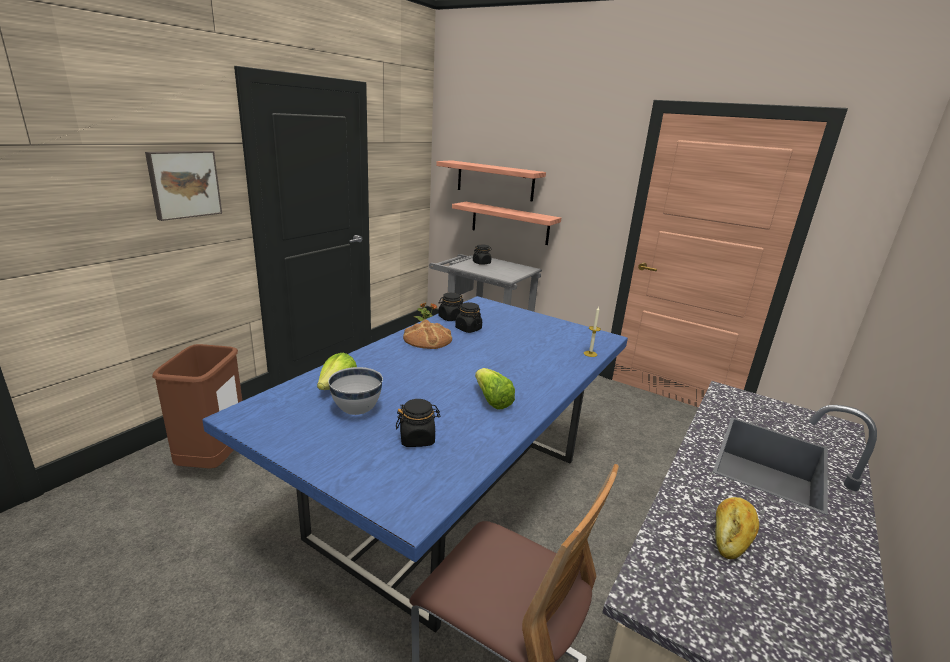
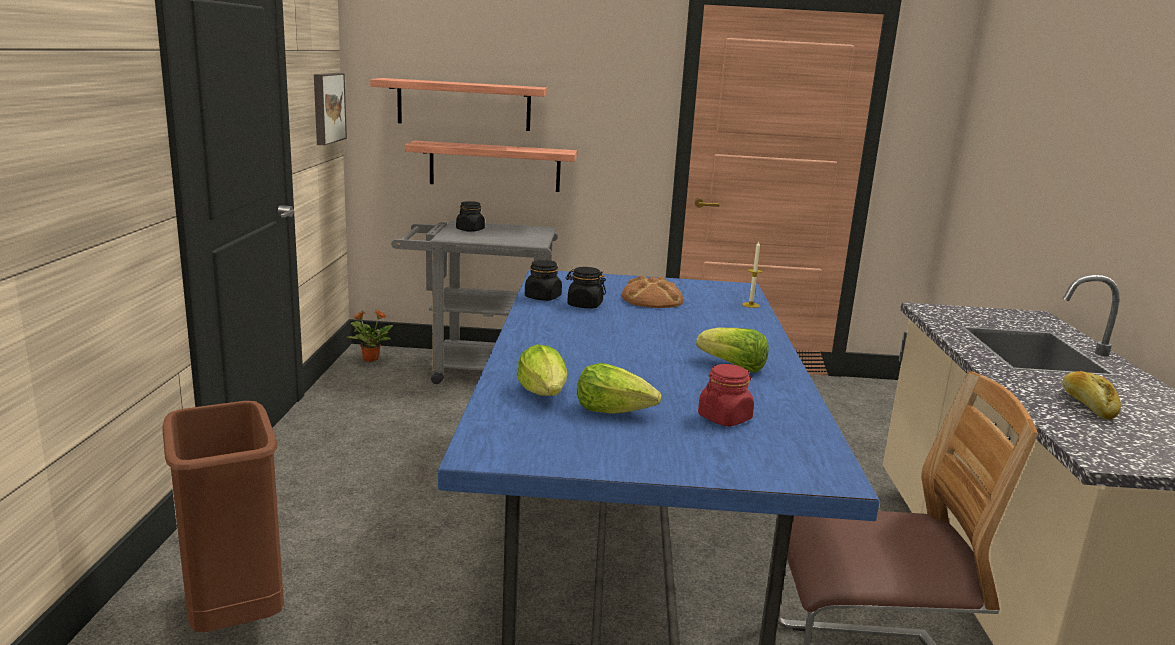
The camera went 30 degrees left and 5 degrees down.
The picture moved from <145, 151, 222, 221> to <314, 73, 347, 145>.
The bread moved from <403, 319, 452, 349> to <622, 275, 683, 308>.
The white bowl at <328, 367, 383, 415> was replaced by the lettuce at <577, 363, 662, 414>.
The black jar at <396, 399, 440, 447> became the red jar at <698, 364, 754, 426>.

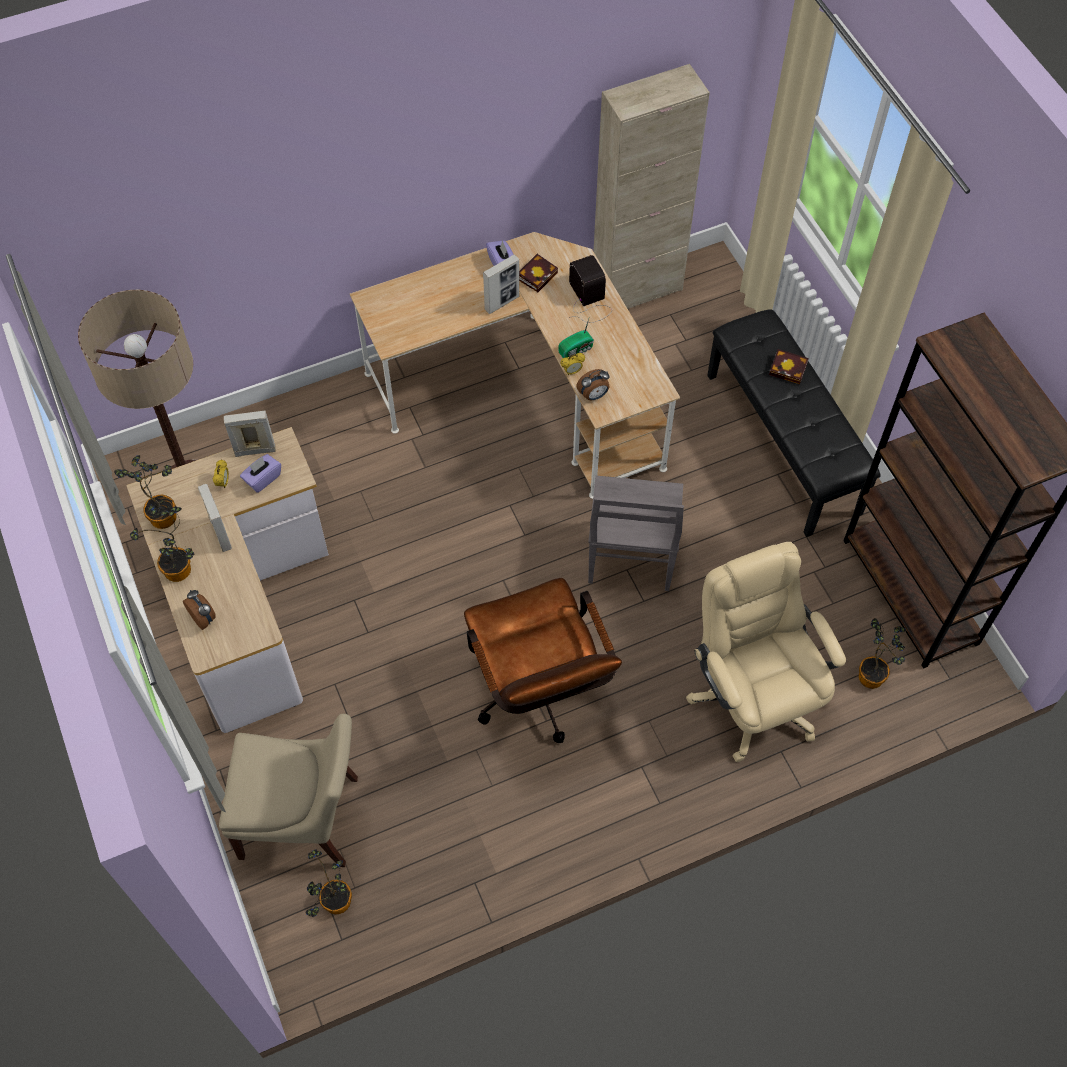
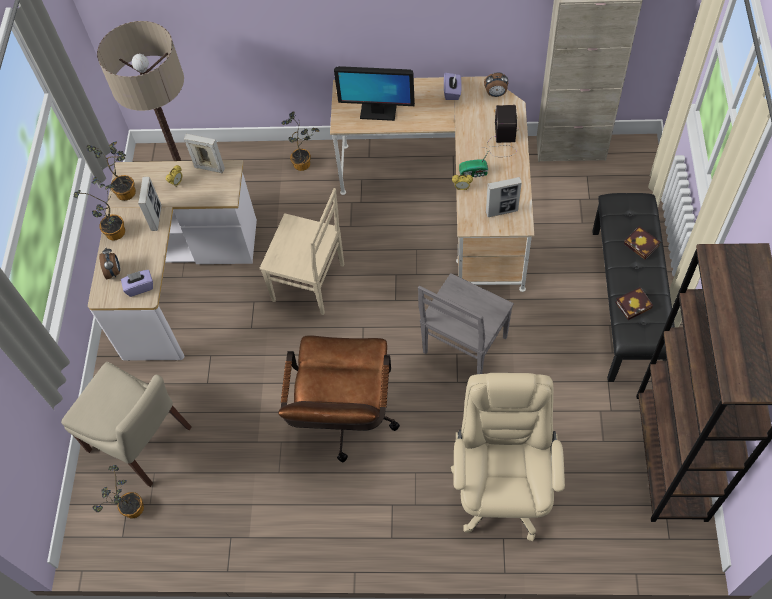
The camera went 30 degrees right and 0 degrees up.
The picture frame moved from <483, 254, 519, 314> to <486, 177, 522, 217>.
The book moved from <519, 254, 558, 292> to <615, 287, 653, 320>.
The alarm clock moved from <576, 369, 609, 400> to <484, 72, 508, 97>.
The purple tissue box moved from <240, 454, 281, 493> to <121, 270, 153, 297>.
The potted plant moved from <859, 618, 906, 689> to <281, 111, 319, 171>.
The monitor at <334, 66, 415, 121> appeared.
The beige chair at <260, 188, 344, 315> appeared.

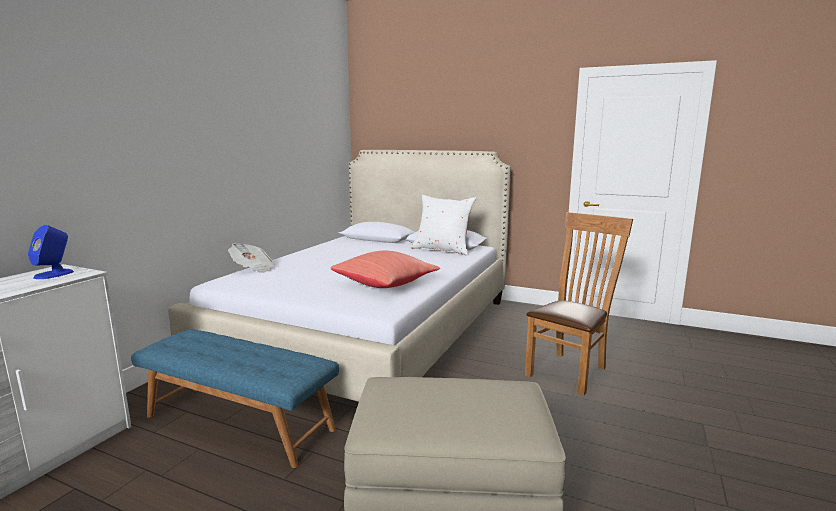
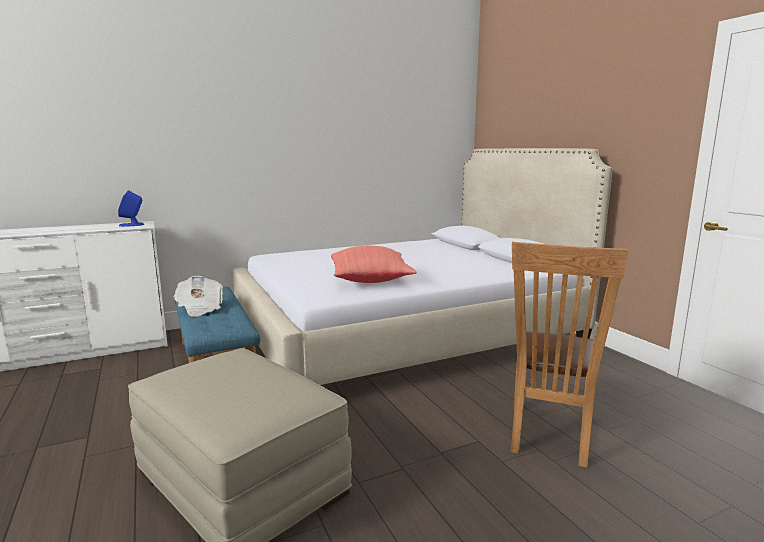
The camera went 40 degrees right and 0 degrees up.
The white pillow at <411, 194, 477, 256> disappeared.
The brown chair at <525, 212, 633, 396> turned 120 degrees clockwise.
The newspaper moved from <228, 243, 274, 273> to <173, 276, 223, 317>.

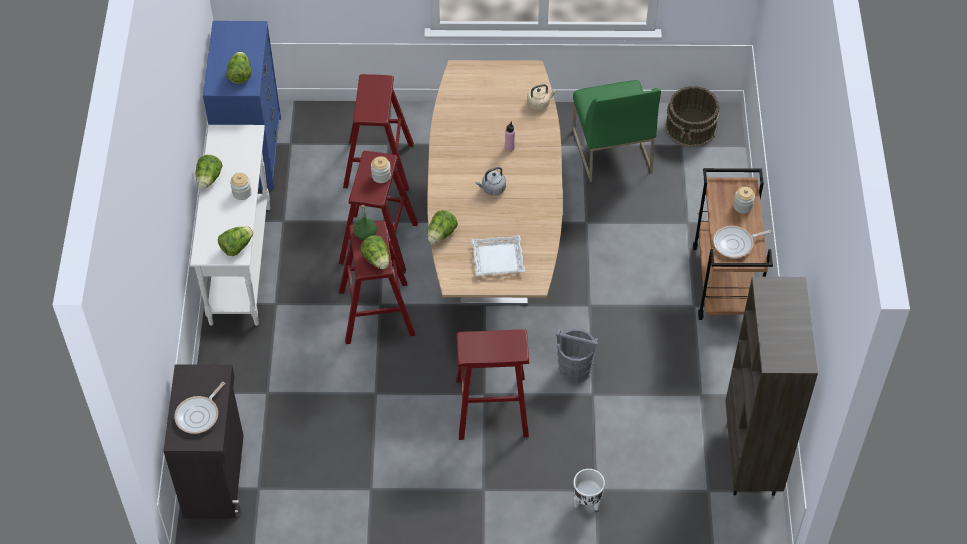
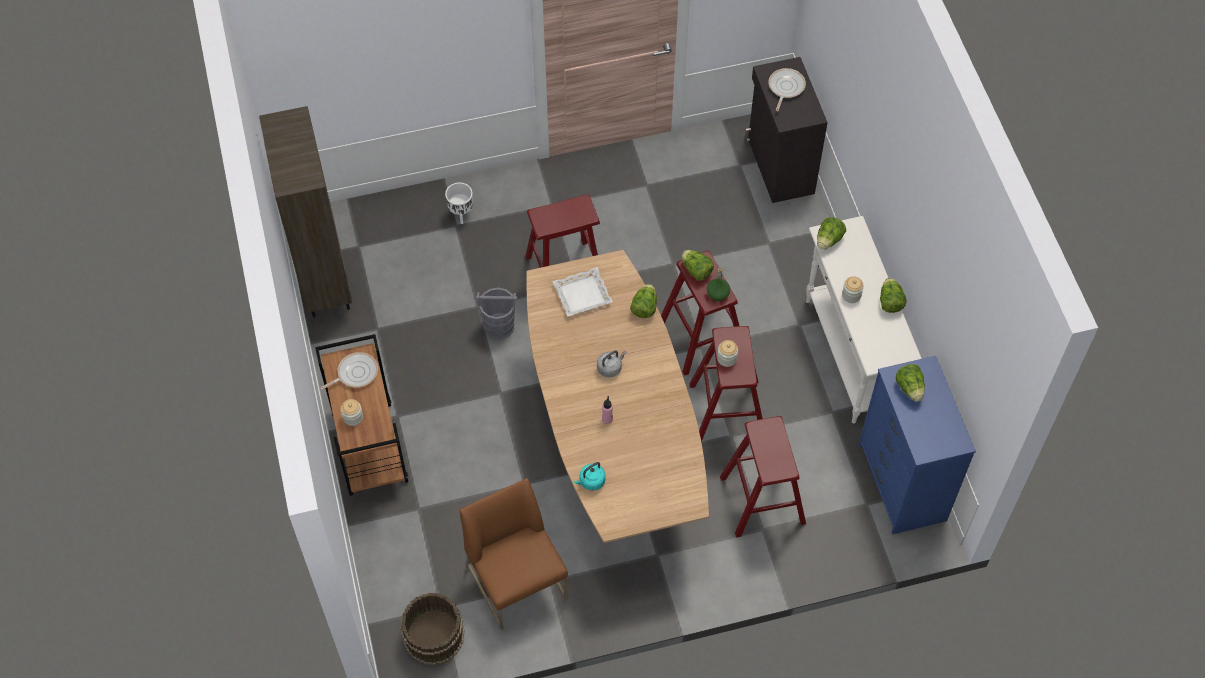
The camera went 165 degrees right and 5 degrees up.
The green chair at <572, 80, 661, 182> became the brown chair at <459, 478, 568, 630>.
The beige kettle at <527, 84, 557, 110> became the turquoise kettle at <574, 462, 606, 491>.

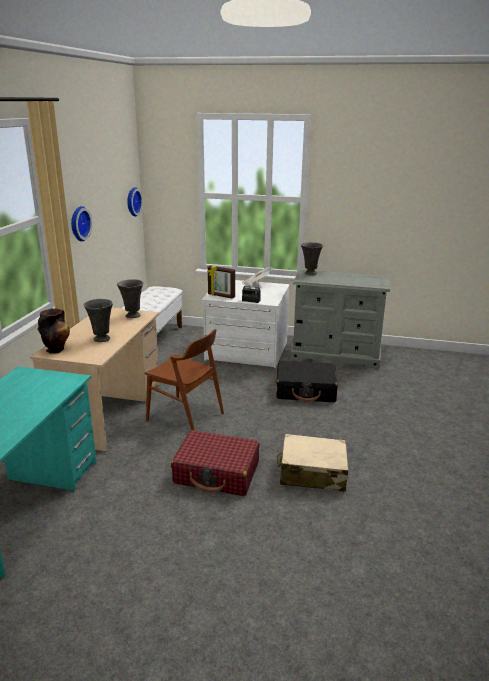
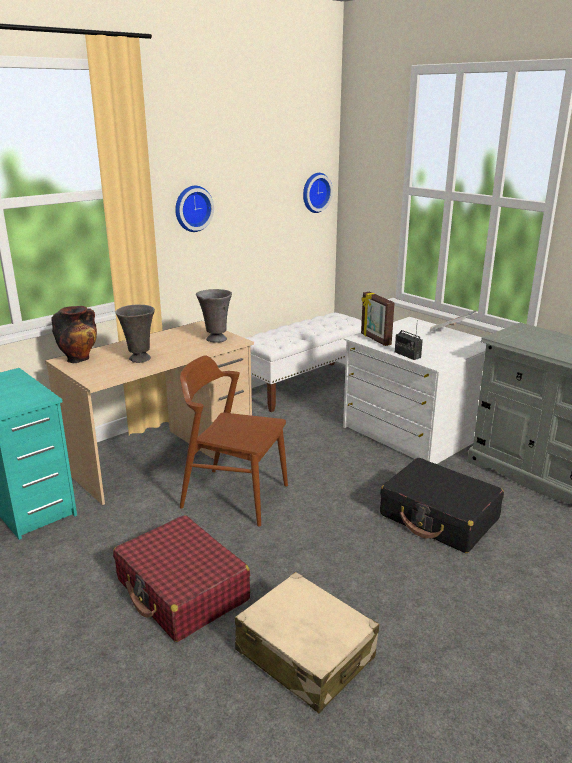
The camera went 35 degrees right and 0 degrees up.
The grey vase at <301, 242, 323, 275> disappeared.
The brown chair at <145, 329, 224, 431> turned 135 degrees clockwise.

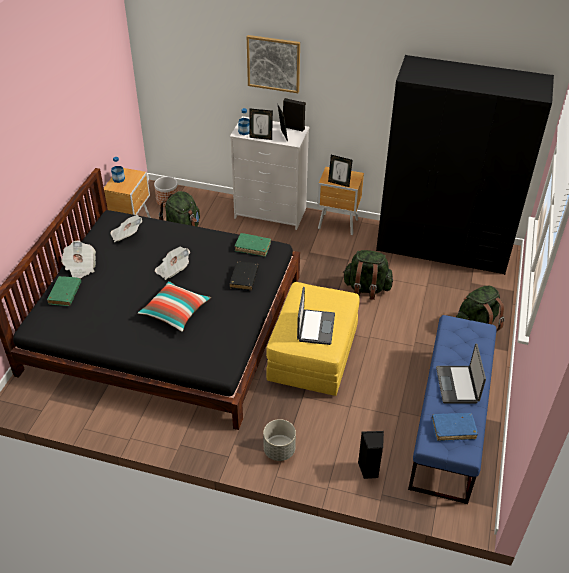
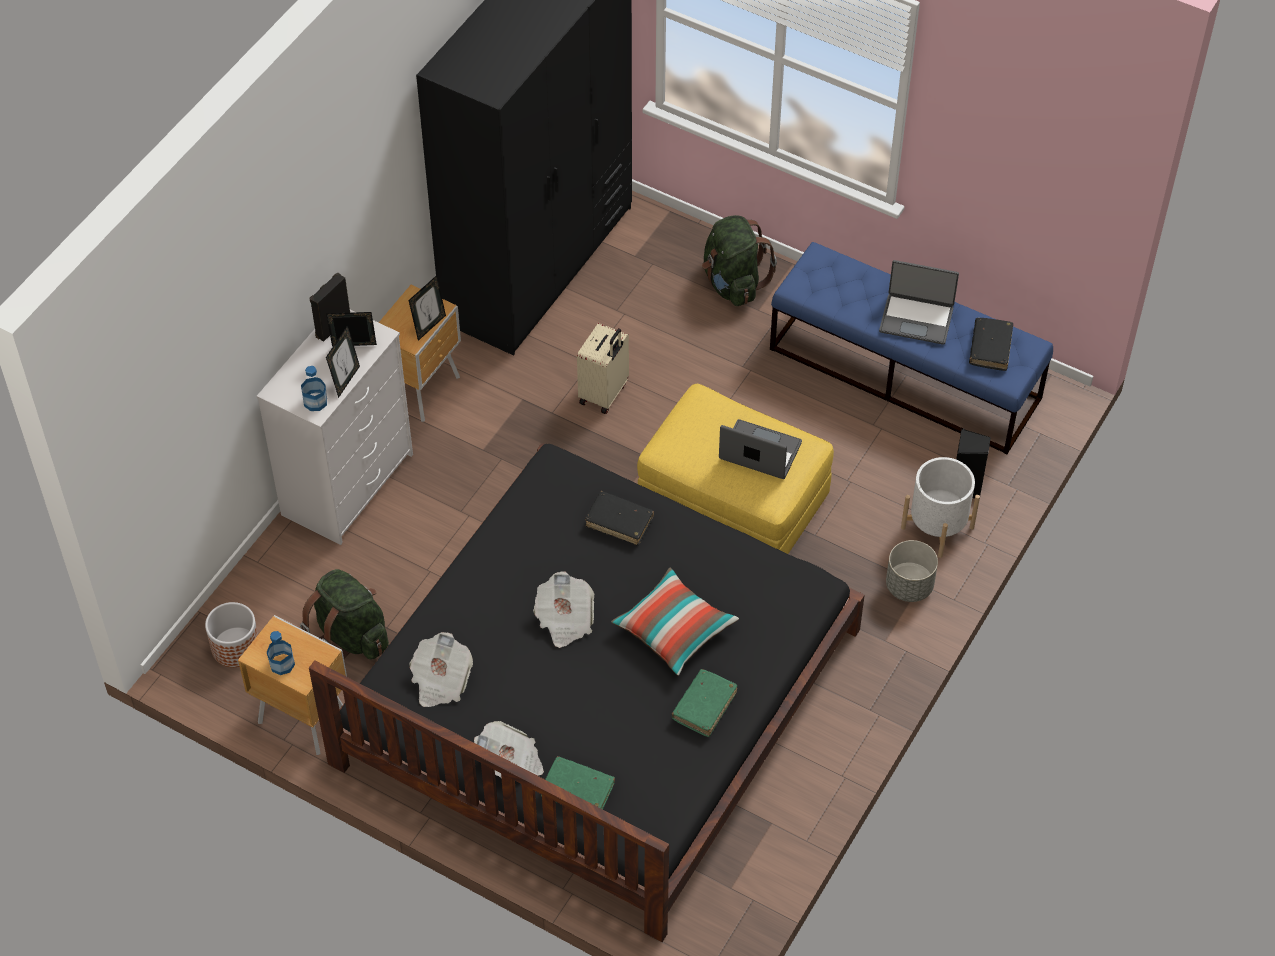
The camera went 75 degrees left and 10 degrees up.
The picture at <247, 35, 300, 93> disappeared.
The green book moved from <235, 233, 271, 257> to <672, 669, 738, 737>.
The green backpack at <343, 250, 393, 300> was replaced by the beige suitcase at <577, 323, 629, 414>.
The blue book at <432, 413, 478, 441> became the black book at <969, 318, 1013, 371>.
The white planter at <901, 457, 980, 558> appeared.

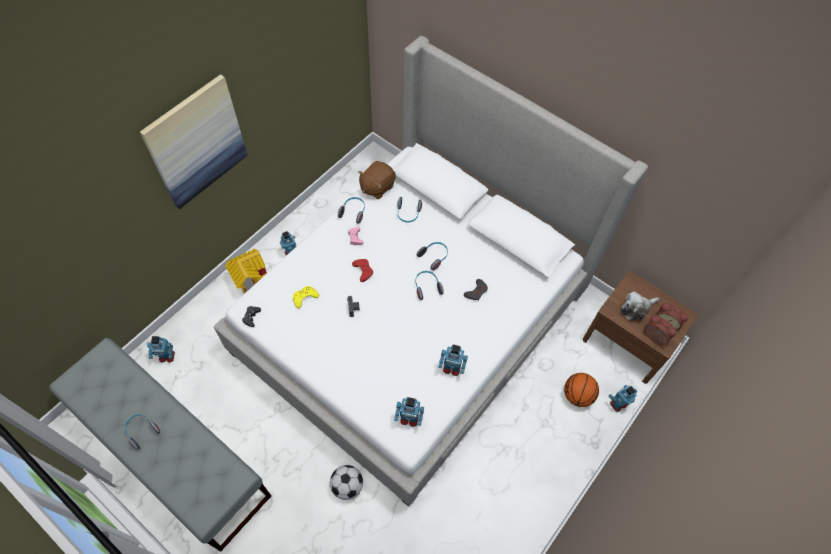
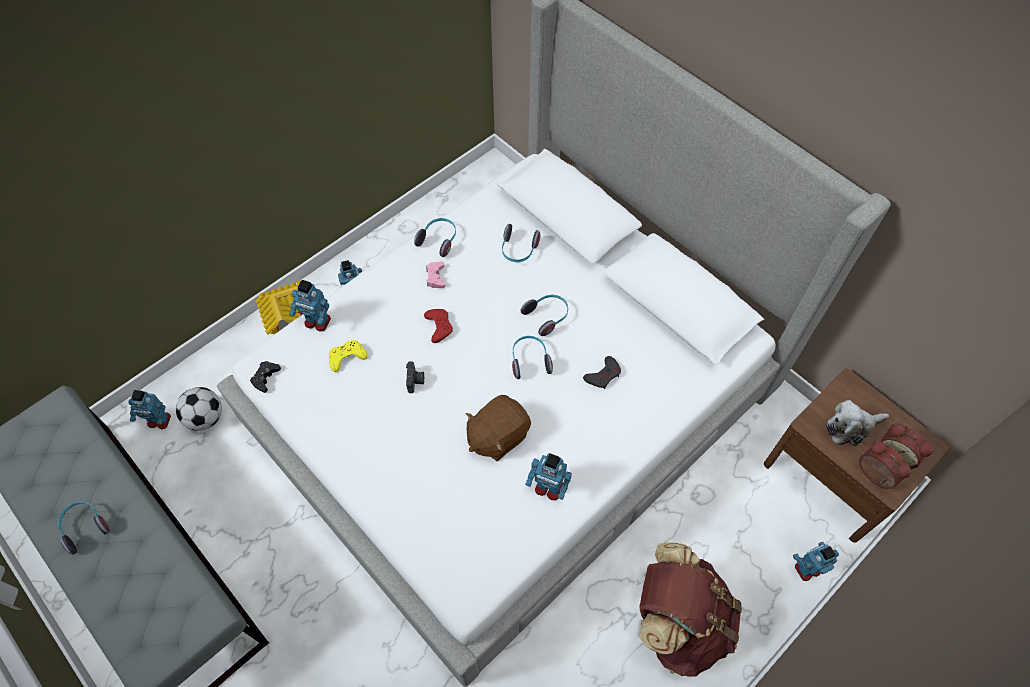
The camera went 10 degrees right and 0 degrees up.
The picture at <140, 74, 248, 209> disappeared.
The brown plush toy moved from <358, 161, 396, 199> to <466, 395, 531, 461>.
The basketball at <564, 373, 599, 407> disappeared.
The toy robot moved from <394, 397, 424, 427> to <289, 280, 331, 331>.
The football moved from <330, 465, 363, 500> to <176, 387, 222, 430>.
The brown backpack at <639, 542, 742, 677> appeared.

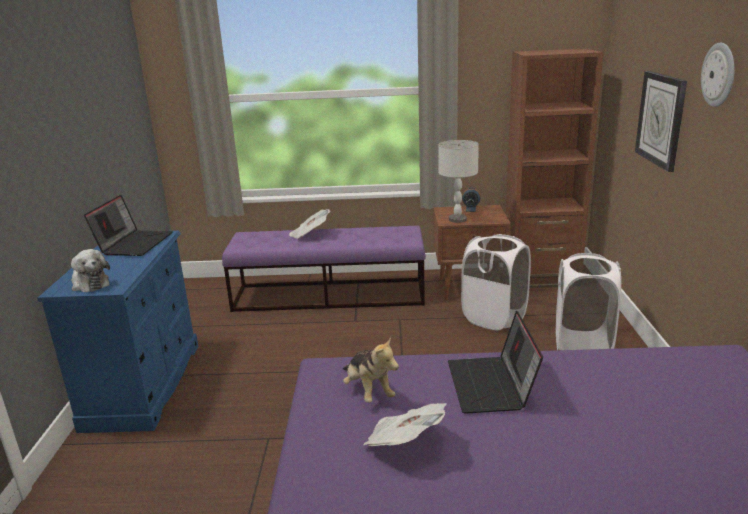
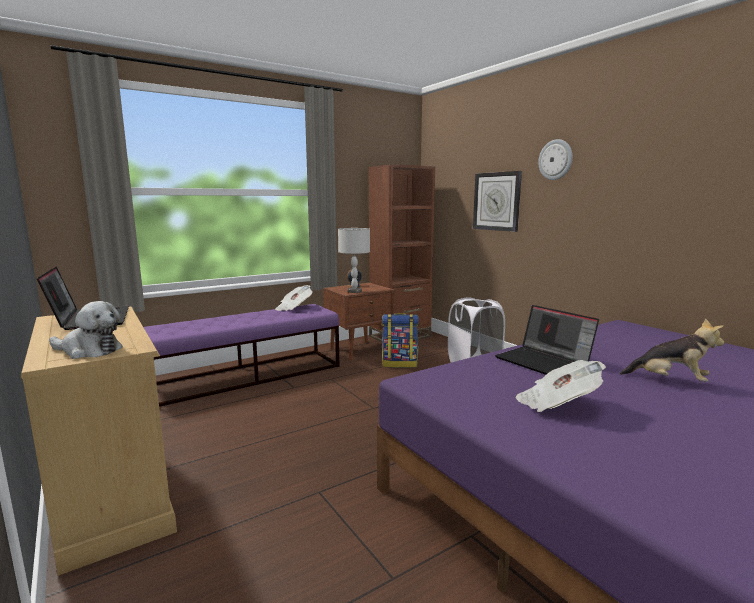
The camera went 35 degrees left and 10 degrees down.
The newspaper moved from <289, 209, 330, 239> to <275, 285, 312, 311>.
The blue dresser at <37, 231, 198, 433> became the beige dresser at <21, 307, 177, 576>.
The white laundry basket at <461, 234, 531, 330> was replaced by the backpack at <382, 313, 419, 368>.
The plush toy moved from <343, 337, 399, 403> to <620, 318, 724, 382>.

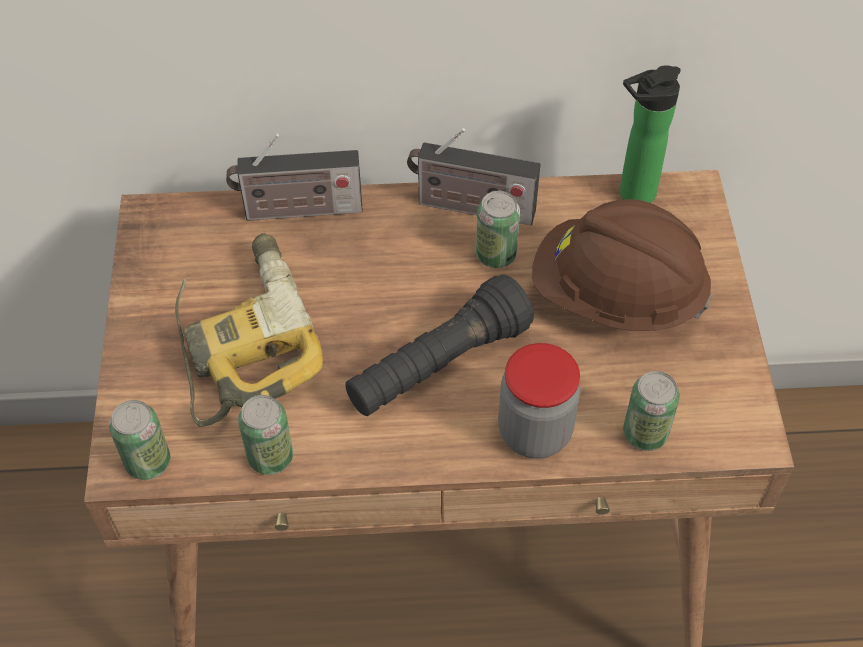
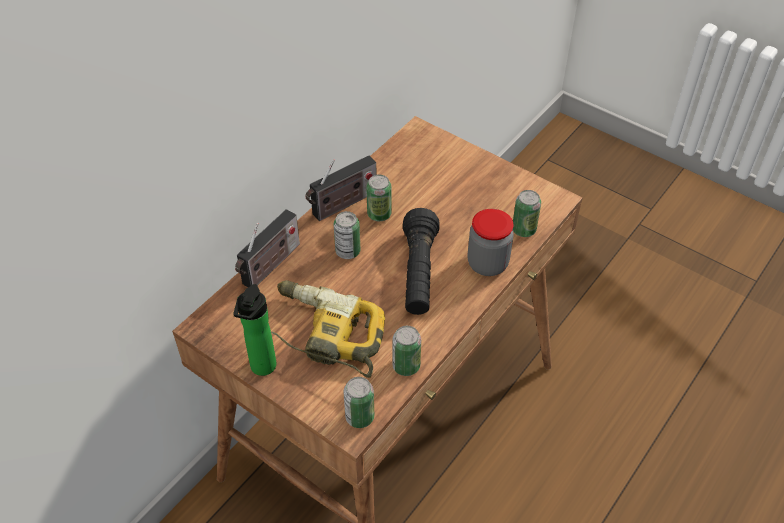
The camera went 50 degrees left and 5 degrees down.
The bottle moved from <620, 65, 681, 203> to <233, 284, 276, 376>.
The brown hard hat at <532, 199, 712, 331> disappeared.
The can at <334, 211, 361, 259> appeared.

